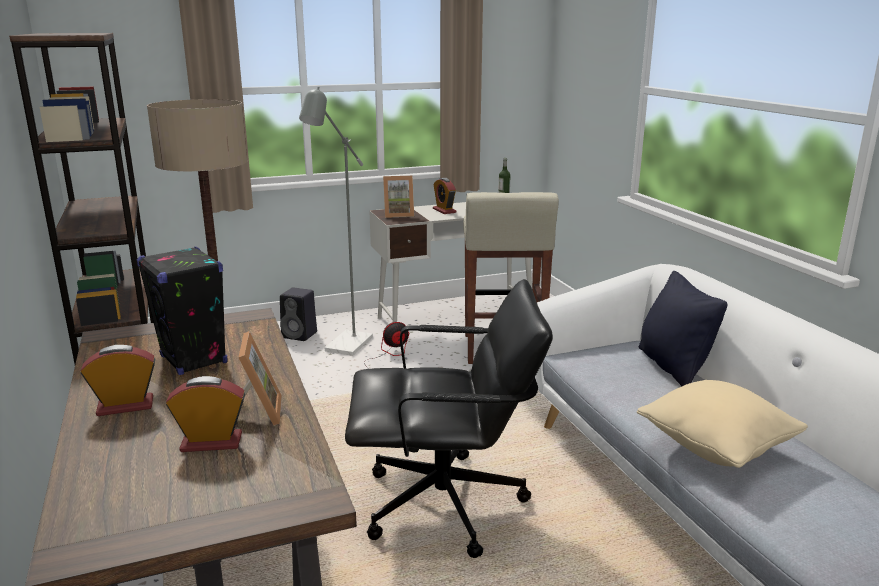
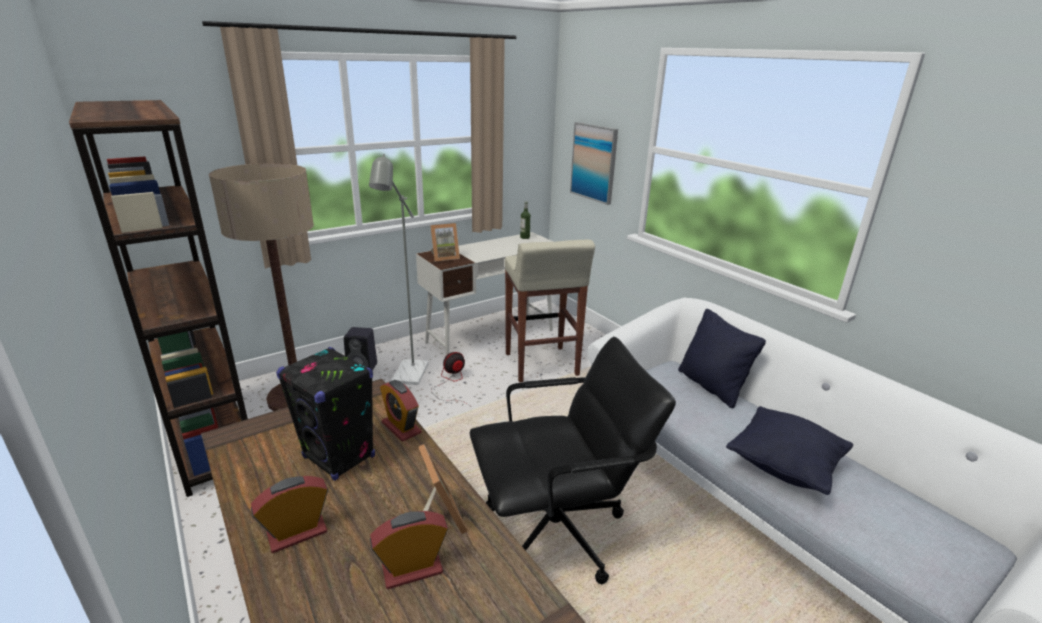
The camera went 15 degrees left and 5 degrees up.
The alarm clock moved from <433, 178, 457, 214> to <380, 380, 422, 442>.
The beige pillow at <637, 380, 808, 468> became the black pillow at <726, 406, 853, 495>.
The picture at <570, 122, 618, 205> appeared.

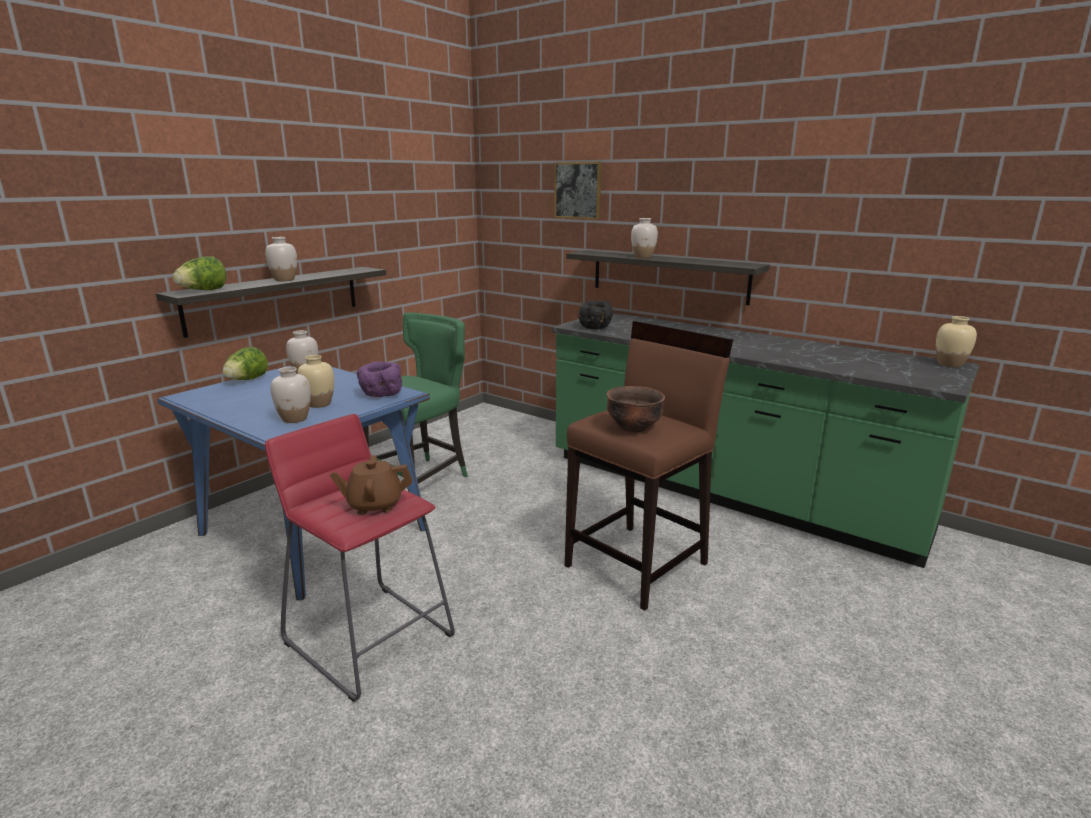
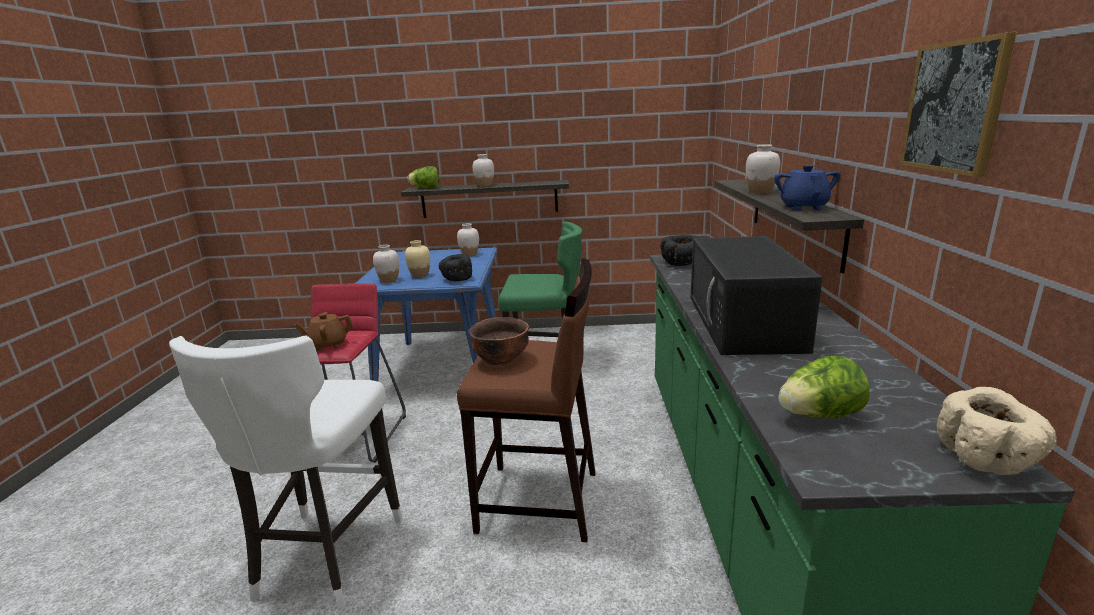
The camera went 55 degrees right and 0 degrees up.
The picture moved from <554, 162, 602, 220> to <900, 32, 1017, 177>.
The beige vase at <936, 316, 977, 367> was replaced by the beige bowl at <937, 387, 1057, 475>.
The lettuce moved from <222, 347, 268, 380> to <778, 356, 870, 418>.
The purple bowl at <357, 361, 402, 397> became the black bowl at <439, 254, 472, 281>.
The brown teapot at <330, 455, 412, 515> turned 60 degrees counterclockwise.
The blue teapot at <774, 165, 840, 211> appeared.
The black microwave at <691, 236, 823, 355> appeared.
The white stool at <169, 335, 402, 609> appeared.

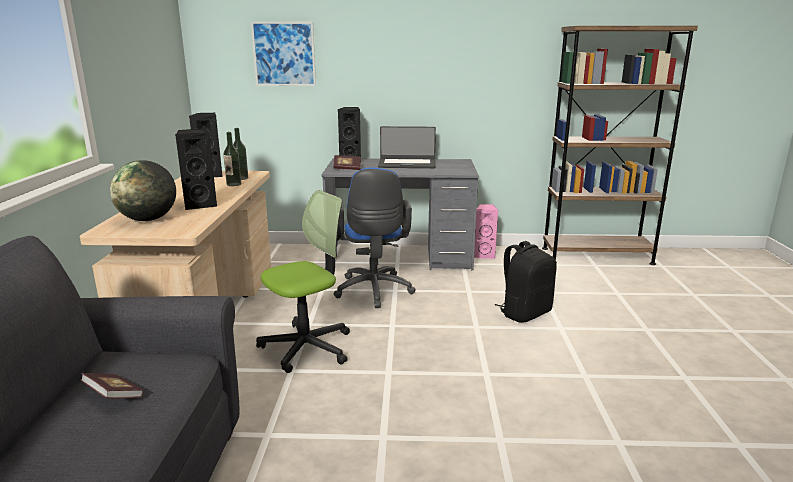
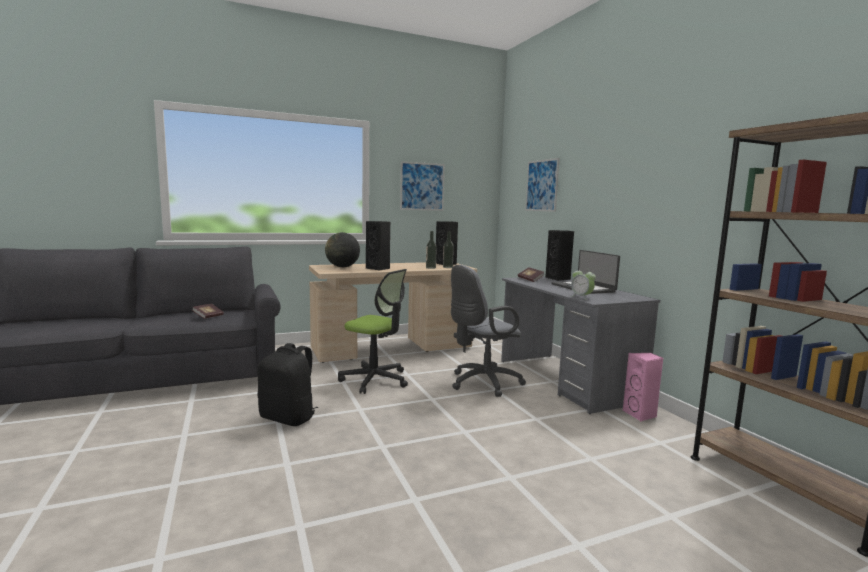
The camera went 65 degrees right and 10 degrees down.
The blue office chair at <333, 168, 415, 308> became the grey office chair at <451, 265, 526, 397>.
The black backpack moved from <495, 241, 557, 323> to <257, 343, 318, 426>.
The picture at <400, 161, 445, 211> appeared.
The alarm clock at <570, 267, 596, 300> appeared.

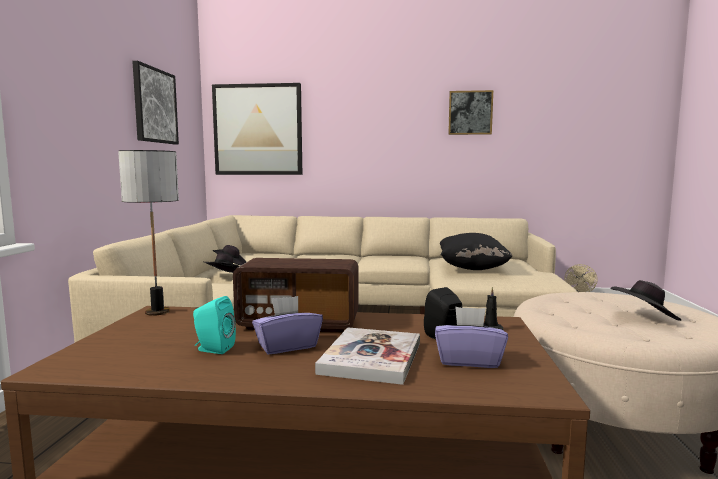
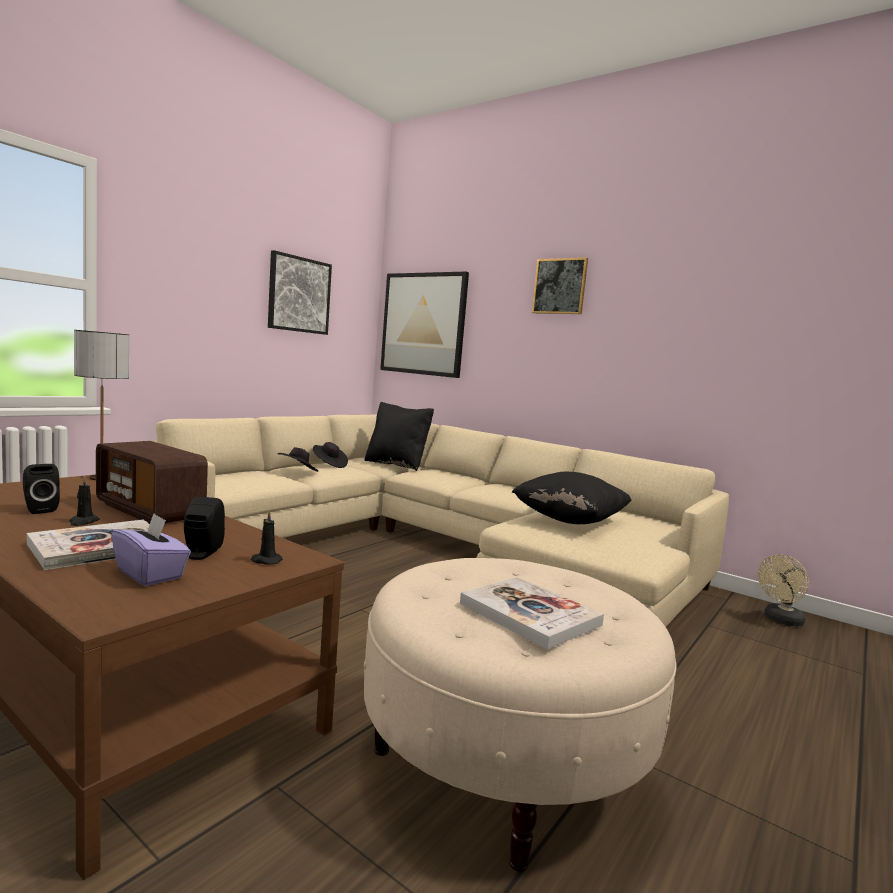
The camera went 30 degrees right and 0 degrees up.
The picture moved from <448, 90, 493, 135> to <532, 257, 588, 314>.
The black hat at <610, 280, 681, 321> was replaced by the book at <460, 577, 604, 649>.
The turquoise speaker at <193, 296, 236, 354> became the black speaker at <23, 464, 60, 514>.
The purple tissue box at <252, 296, 323, 354> was replaced by the black candle at <70, 476, 100, 526>.
The black pillow at <364, 402, 434, 471> appeared.

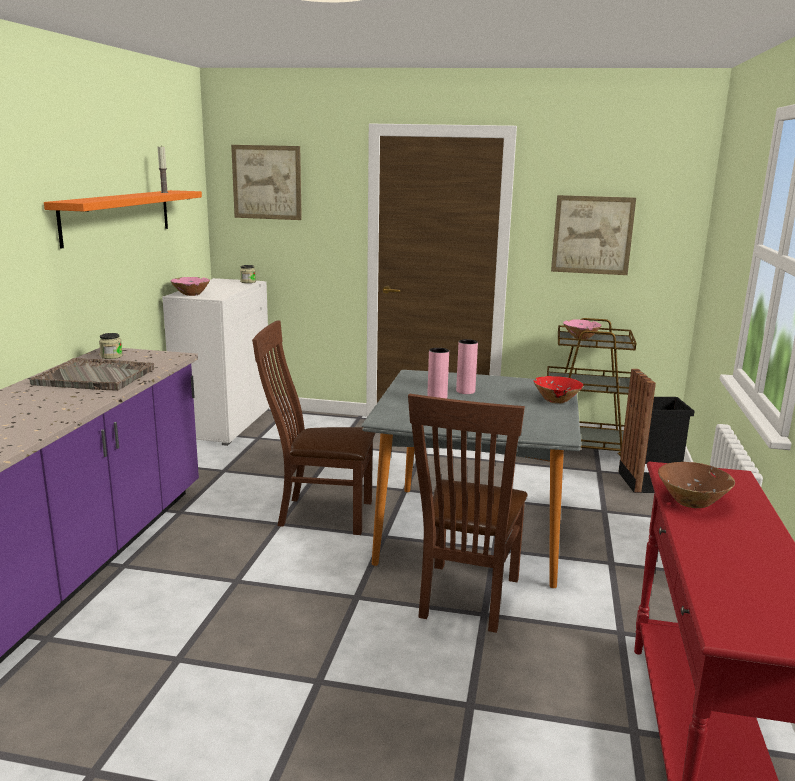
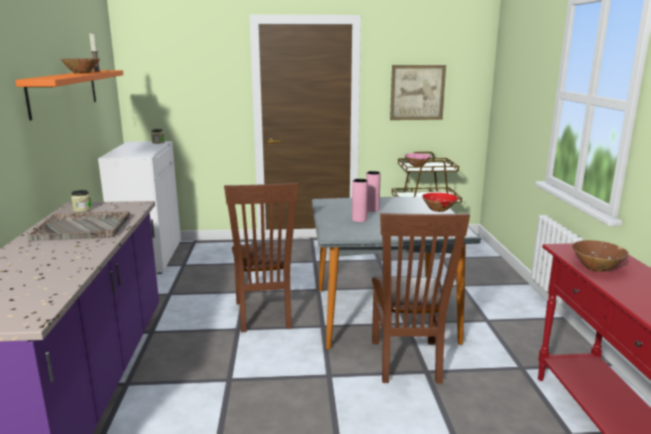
The camera went 15 degrees left and 0 degrees up.
The picture at <231, 145, 302, 220> disappeared.
The pink bowl at <170, 277, 210, 296> disappeared.
The brown chair at <252, 320, 375, 535> turned 90 degrees counterclockwise.
The black trash can at <618, 369, 694, 493> disappeared.
The brown bowl at <61, 58, 100, 73> appeared.

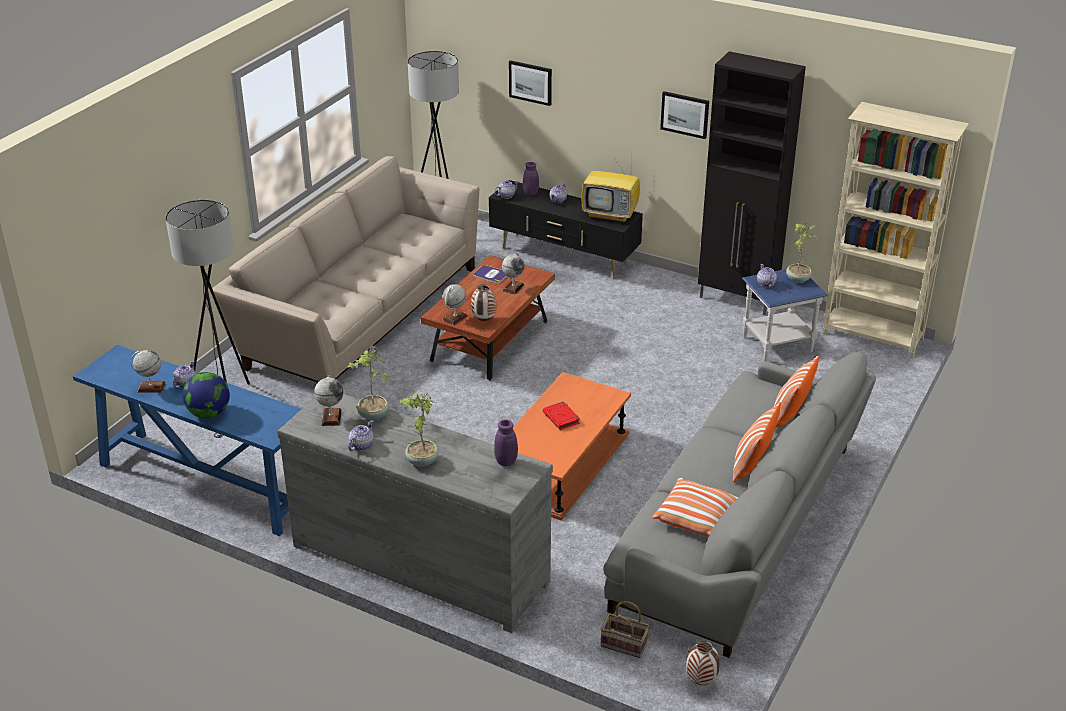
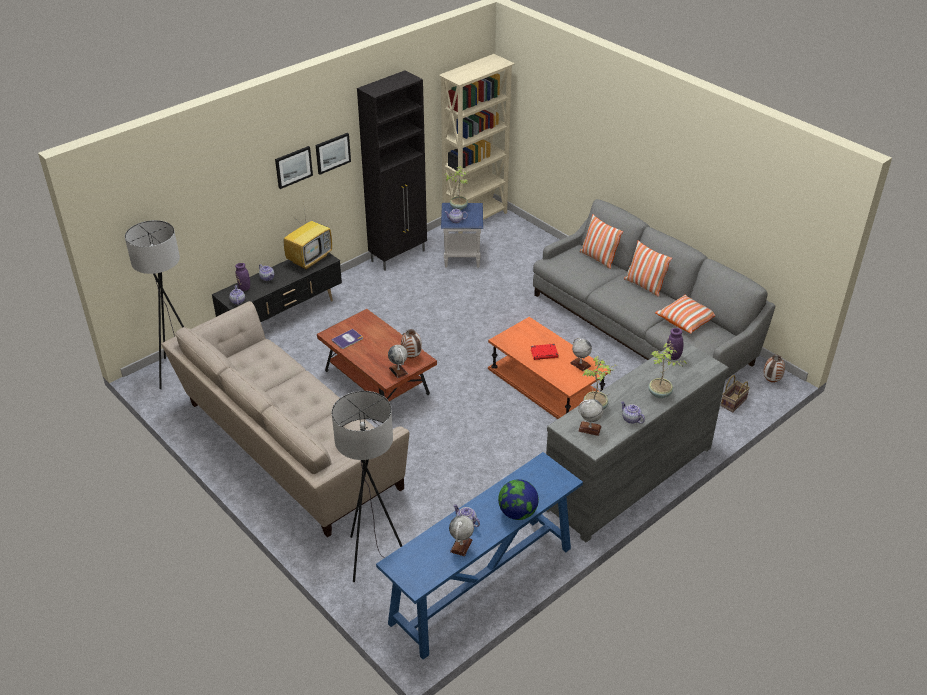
The camera went 70 degrees left and 5 degrees up.
The picture moved from <509, 60, 552, 106> to <275, 146, 313, 189>.
The globe moved from <502, 253, 525, 294> to <570, 338, 592, 371>.

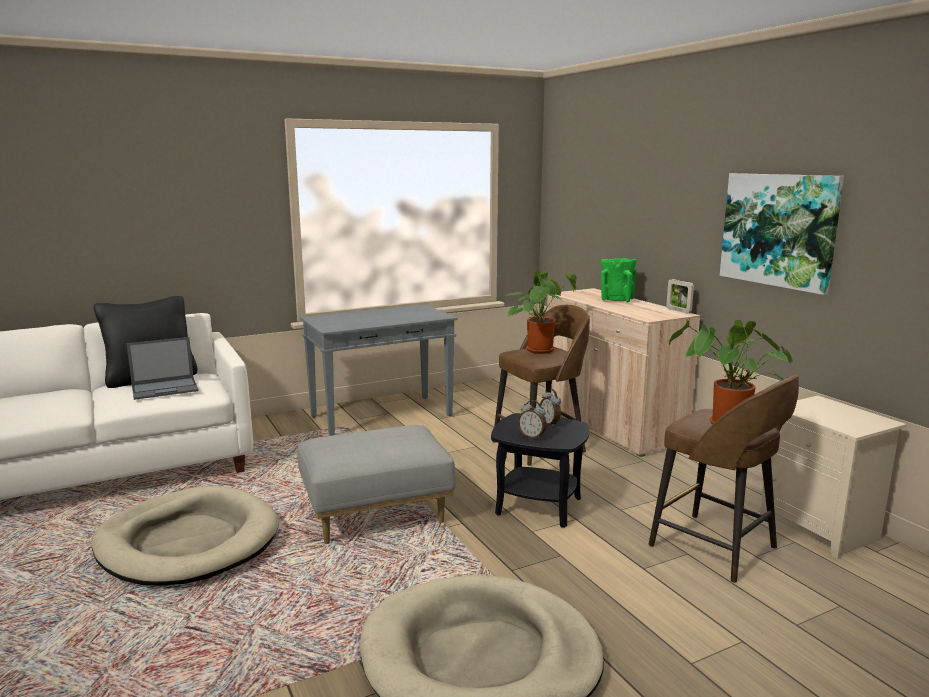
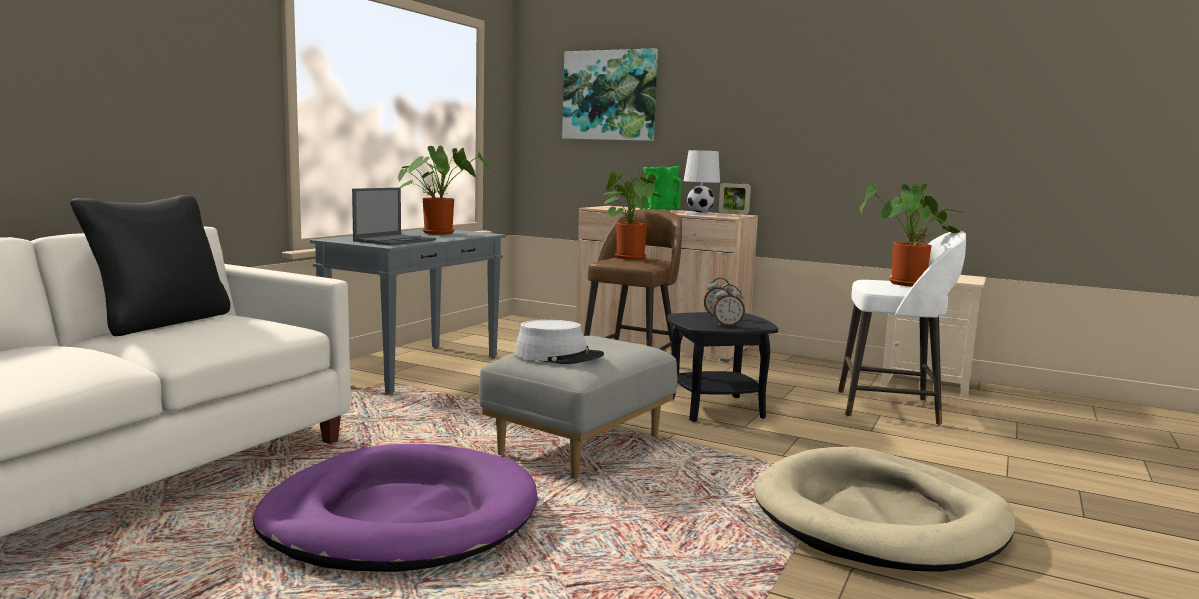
The camera went 35 degrees left and 5 degrees down.
The picture moved from <720, 173, 844, 295> to <562, 48, 658, 141>.
The laptop moved from <126, 337, 199, 400> to <352, 188, 436, 245>.
The brown stool at <649, 375, 799, 583> became the white stool at <838, 231, 966, 425>.
The beige dog bed at <92, 486, 279, 586> became the purple dog bed at <253, 444, 538, 572>.
The potted plant at <398, 145, 490, 235> appeared.
The white table lamp at <684, 150, 720, 216> appeared.
The grey hat at <514, 320, 604, 364> appeared.

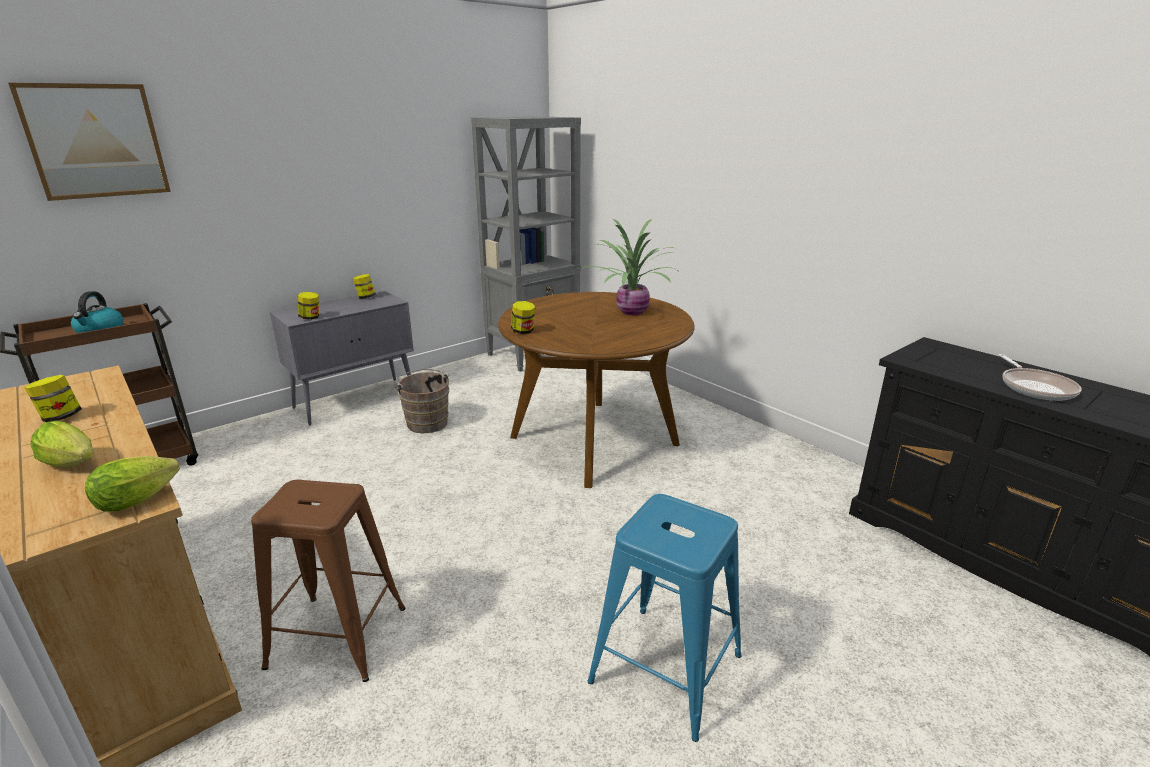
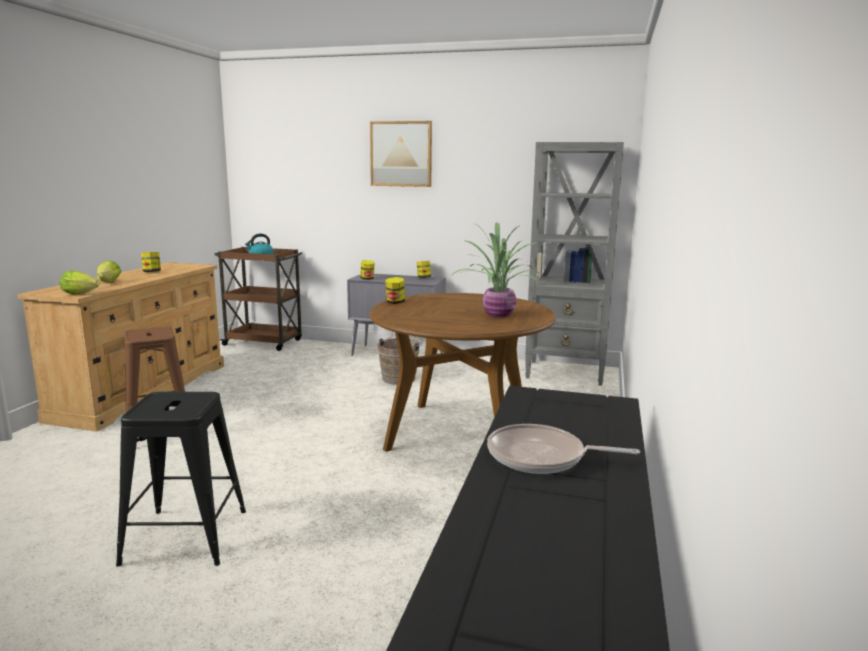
The camera went 55 degrees right and 10 degrees down.
The picture moved from <8, 83, 171, 201> to <370, 121, 432, 187>.
The frying pan at <998, 354, 1082, 401> turned 45 degrees clockwise.
The blue stool at <588, 494, 742, 742> became the black stool at <116, 392, 246, 567>.

